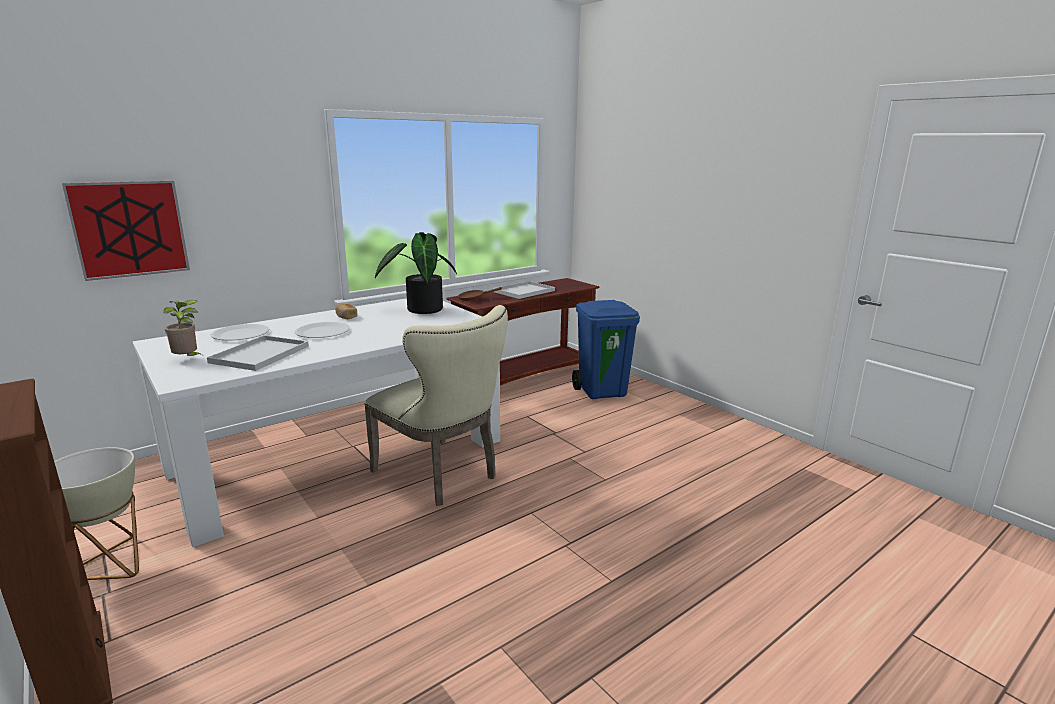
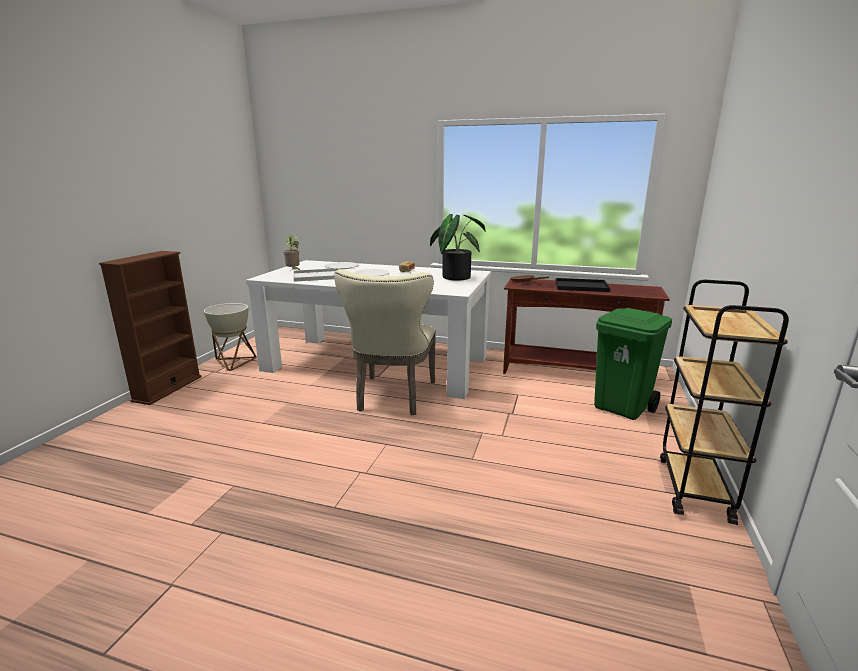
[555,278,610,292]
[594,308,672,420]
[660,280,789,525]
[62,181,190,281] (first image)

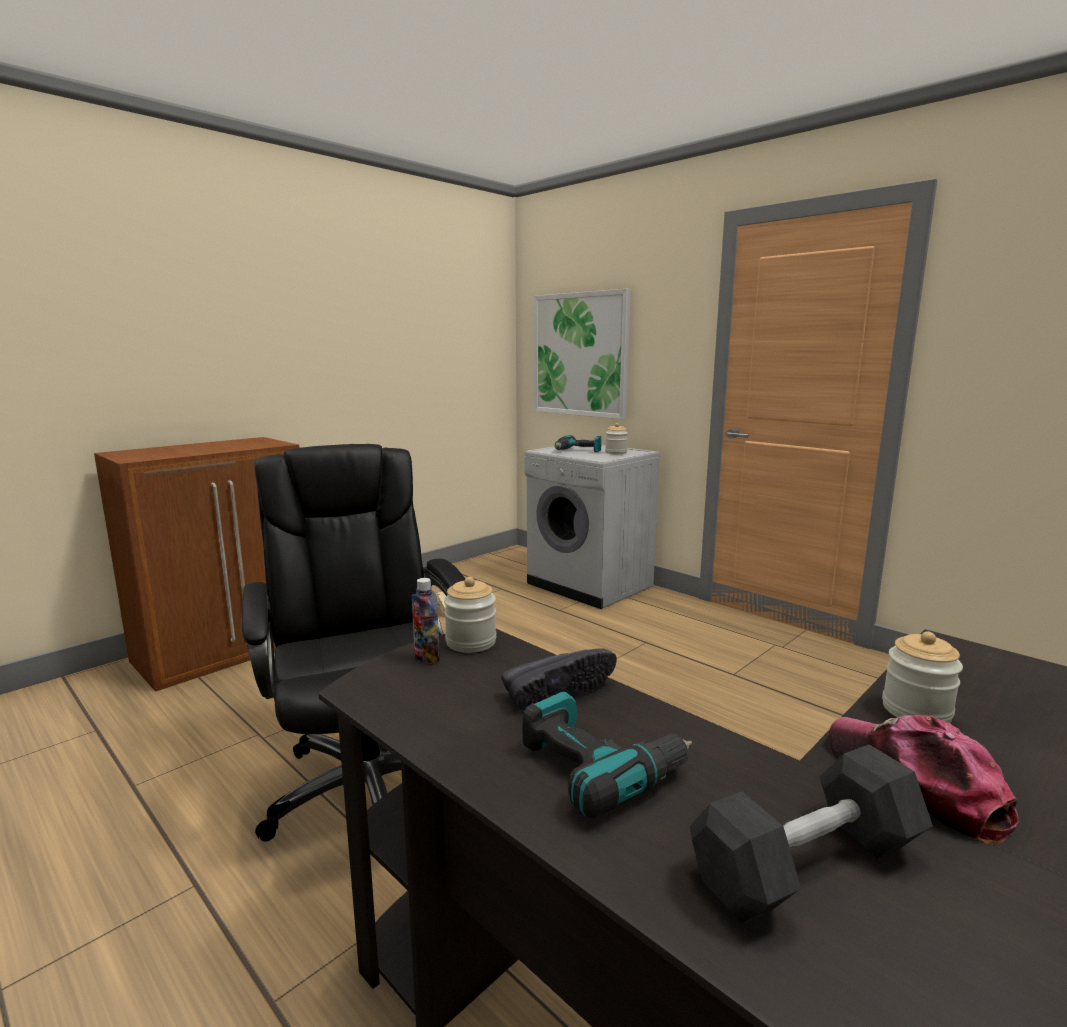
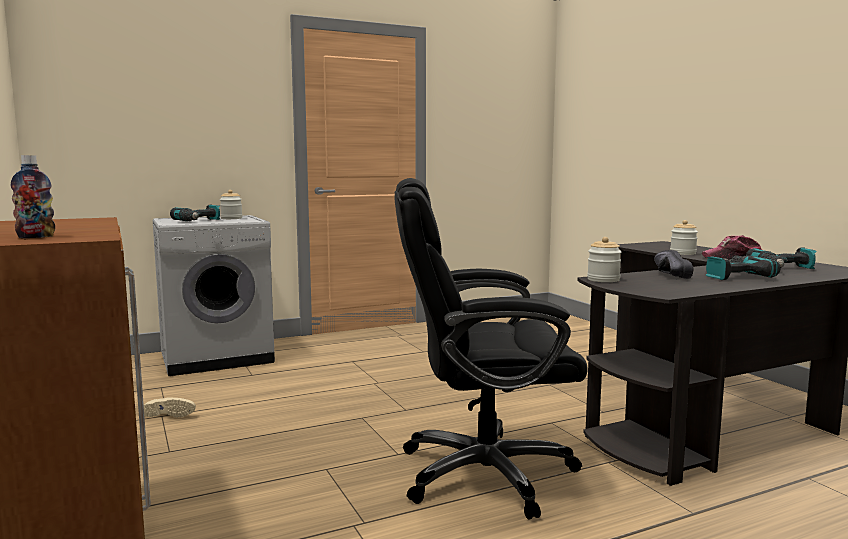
[10,155,55,238]
[746,247,817,269]
[534,289,631,419] (first image)

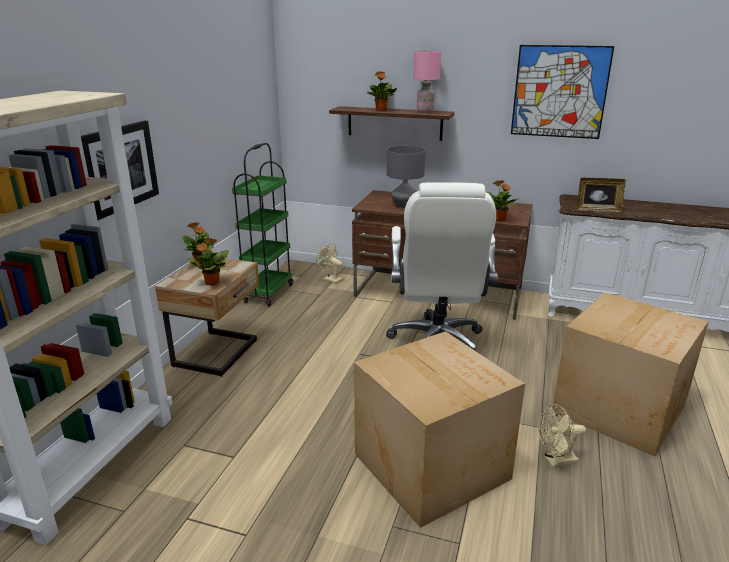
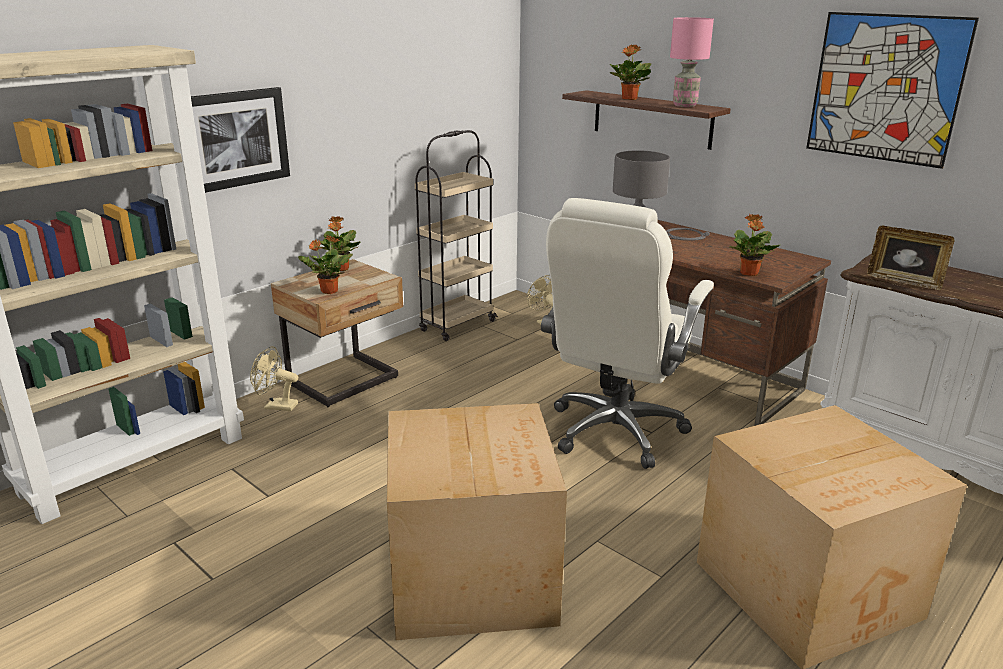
[250,346,298,411]
[415,130,498,341]

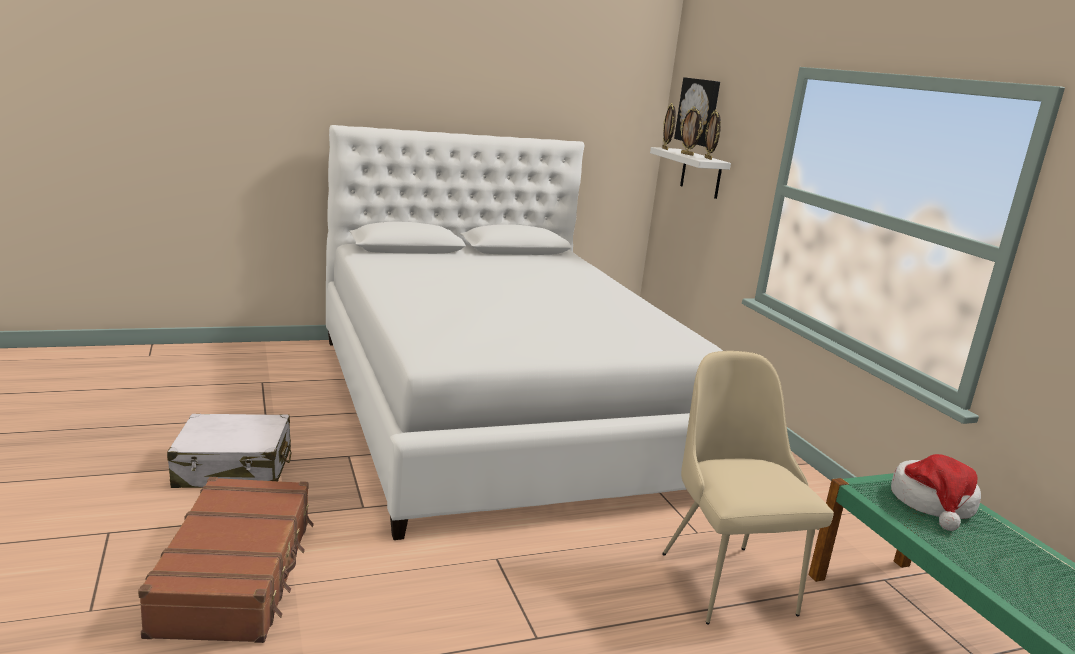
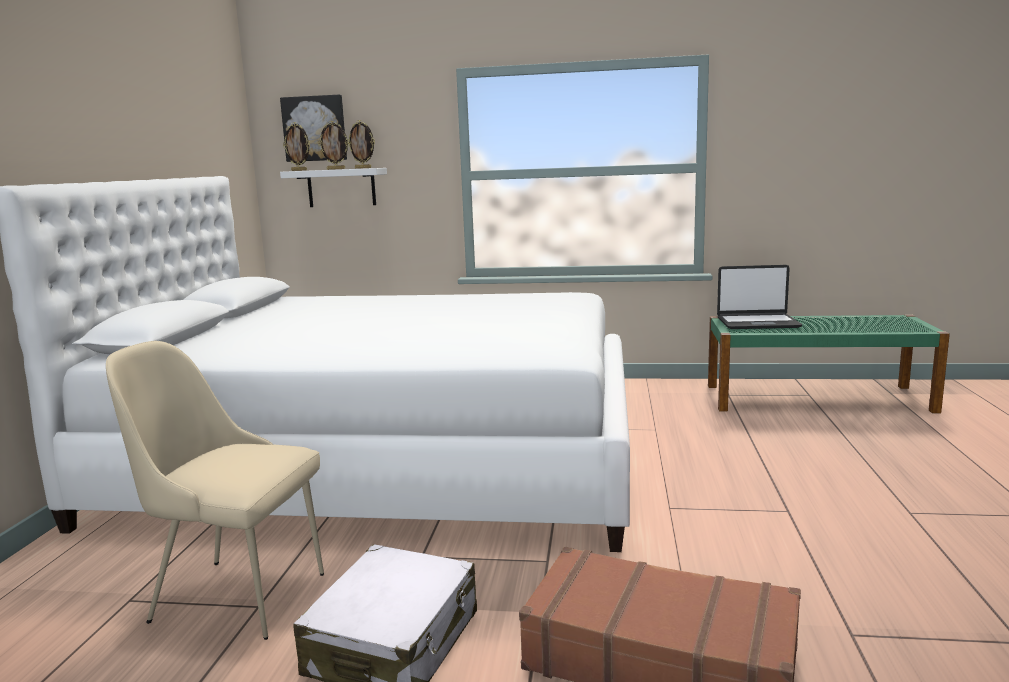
[106,341,324,640]
[717,265,802,329]

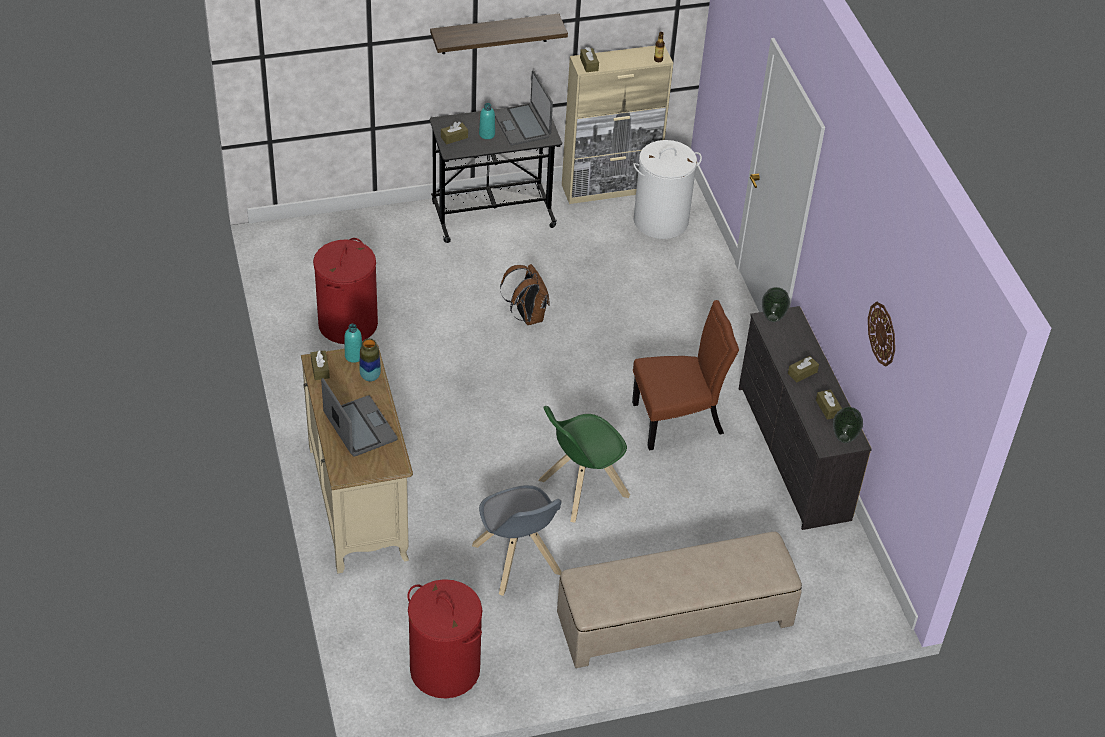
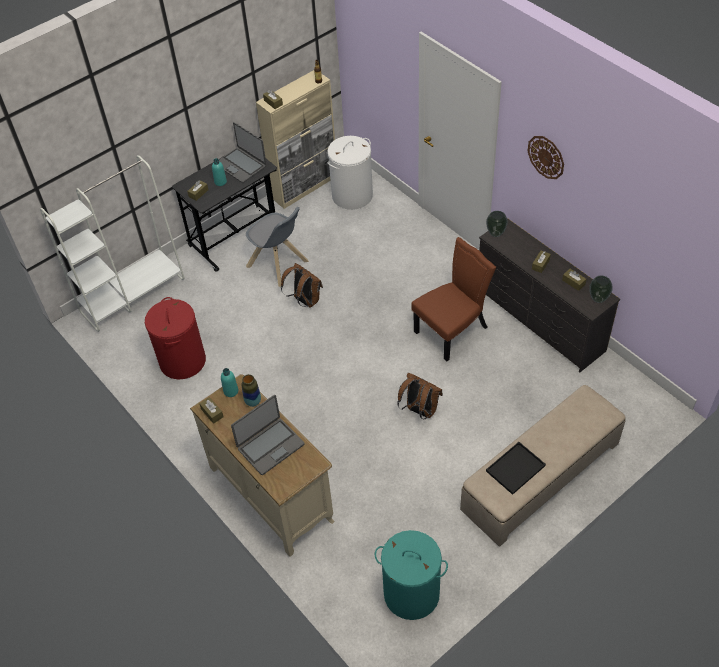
[40,155,185,332]
[231,395,305,475]
[246,207,309,287]
[375,530,448,620]
[397,373,443,419]
[486,442,546,495]
[528,136,564,179]
[430,14,568,54] (first image)

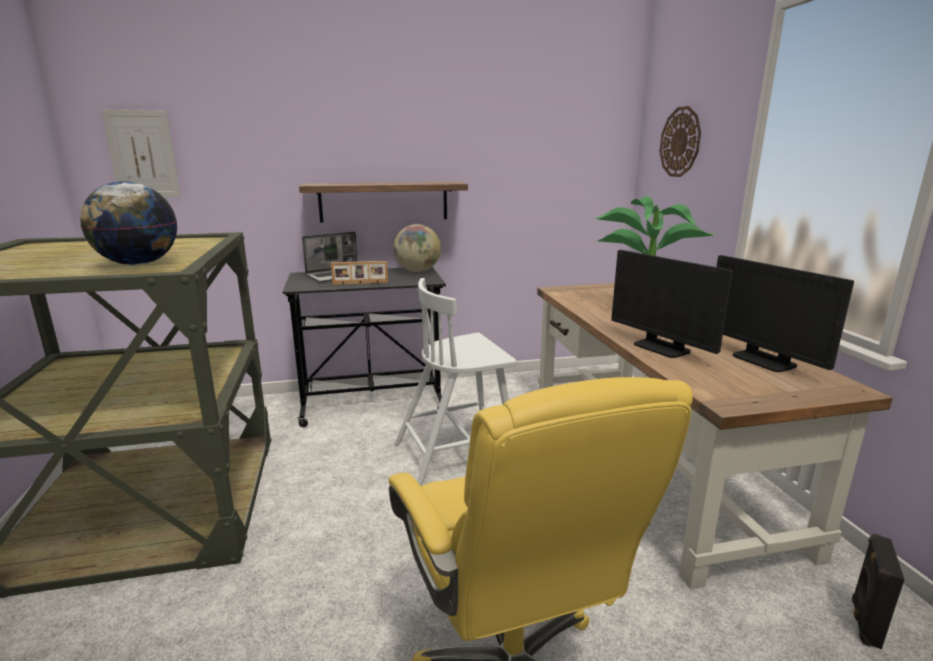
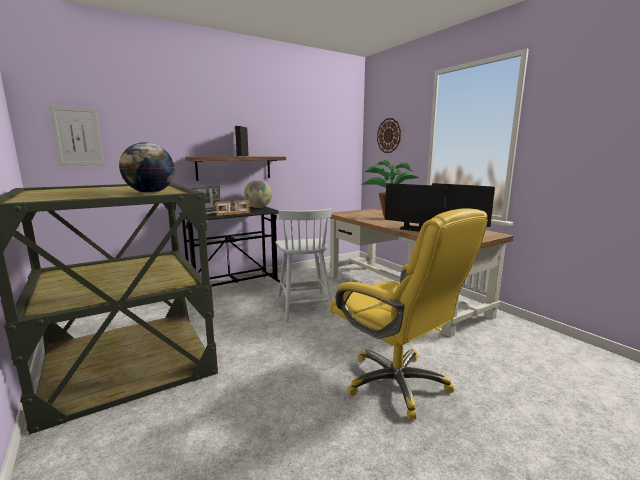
[235,126,249,157]
[276,208,335,321]

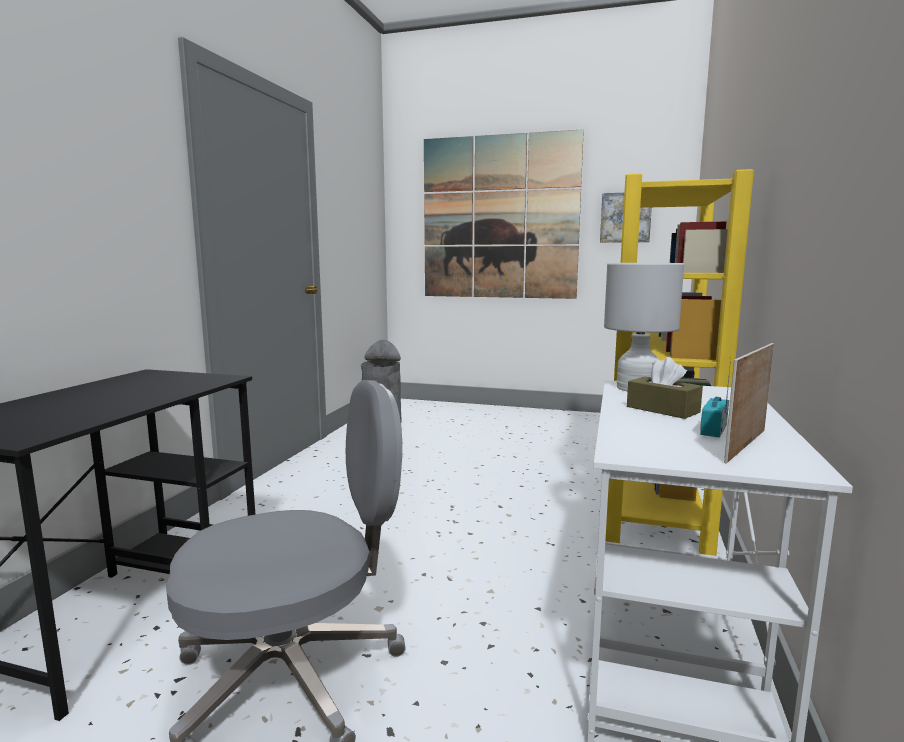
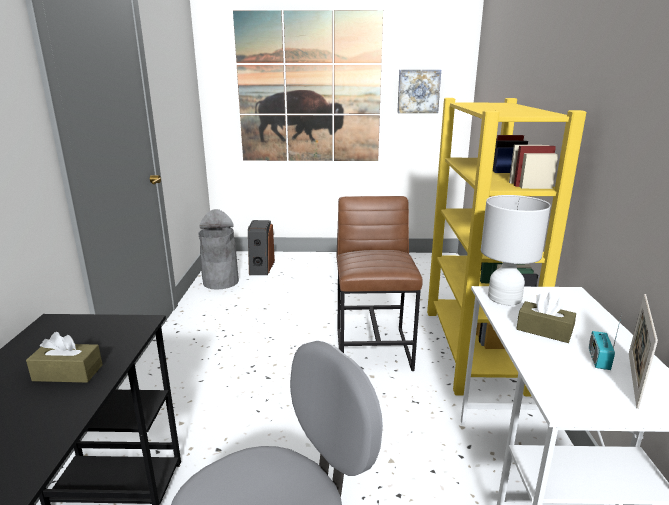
[26,332,103,383]
[248,220,275,275]
[336,196,423,371]

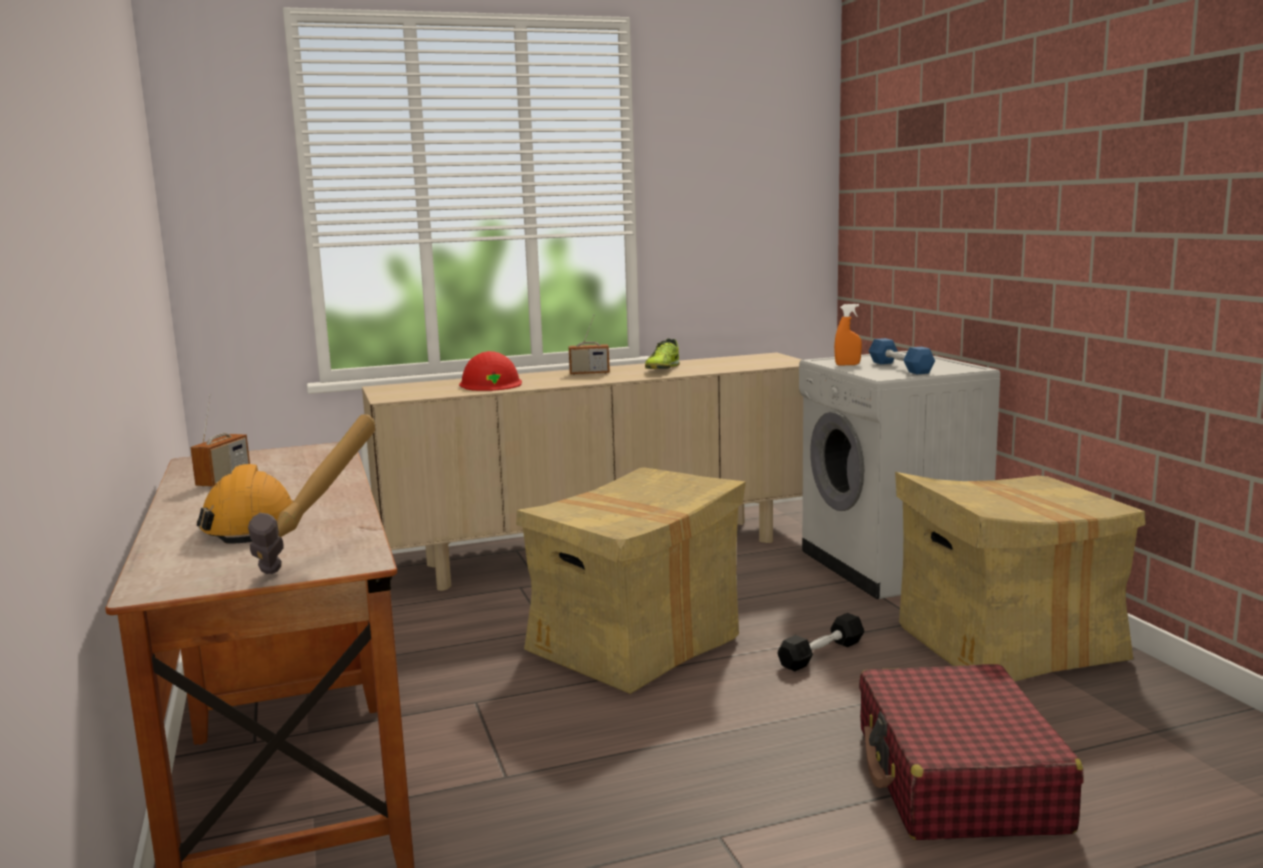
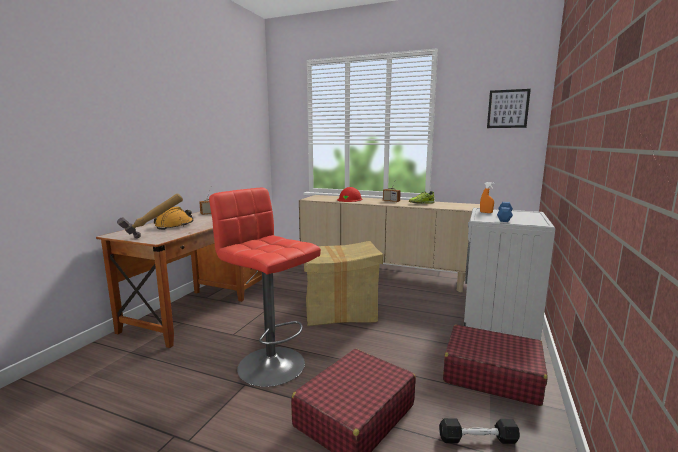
[209,188,321,387]
[439,418,520,444]
[443,325,548,406]
[487,89,531,128]

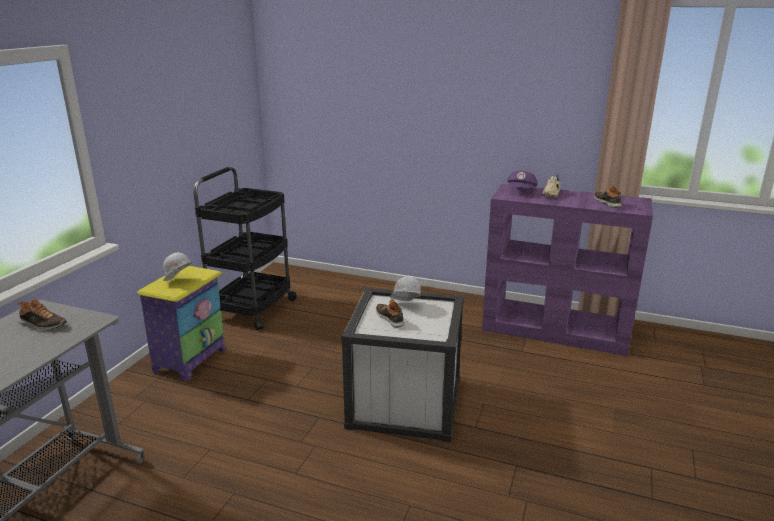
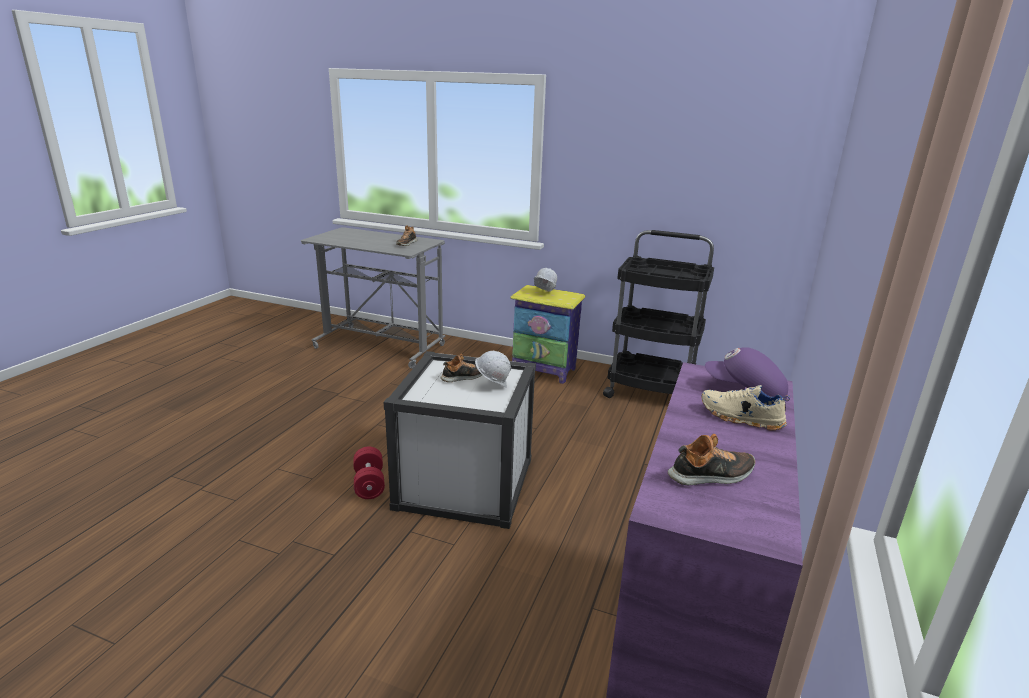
[353,447,385,499]

